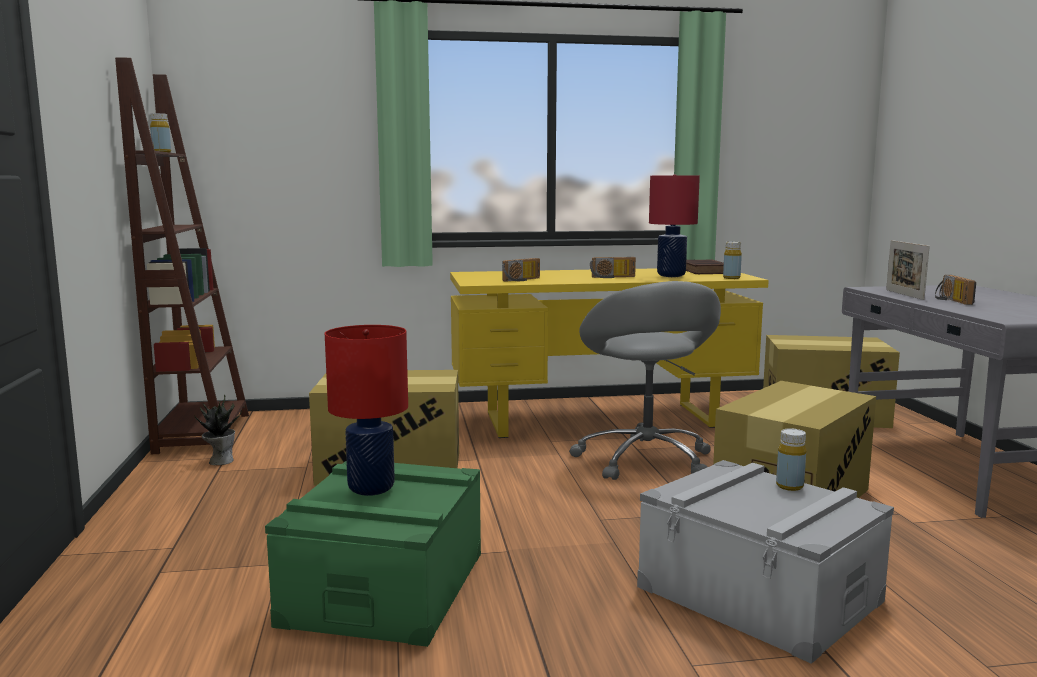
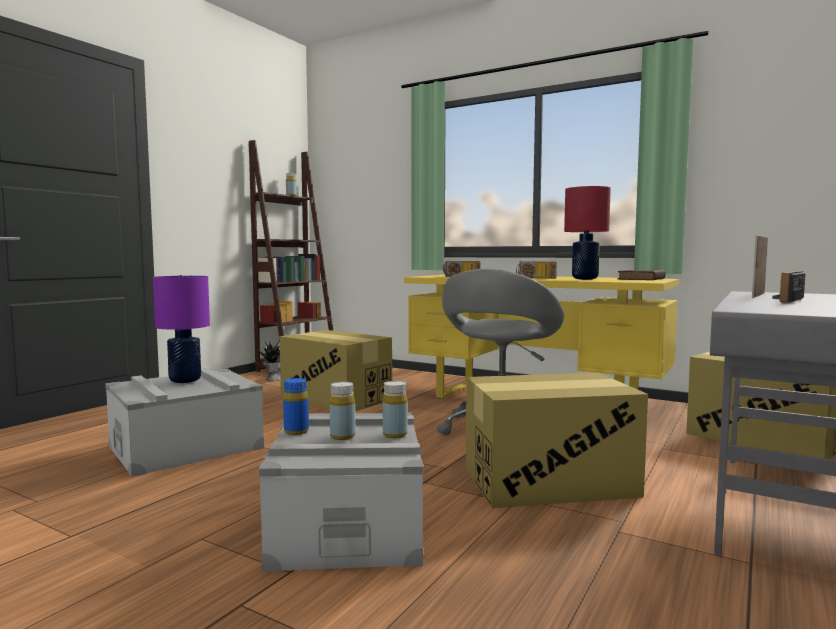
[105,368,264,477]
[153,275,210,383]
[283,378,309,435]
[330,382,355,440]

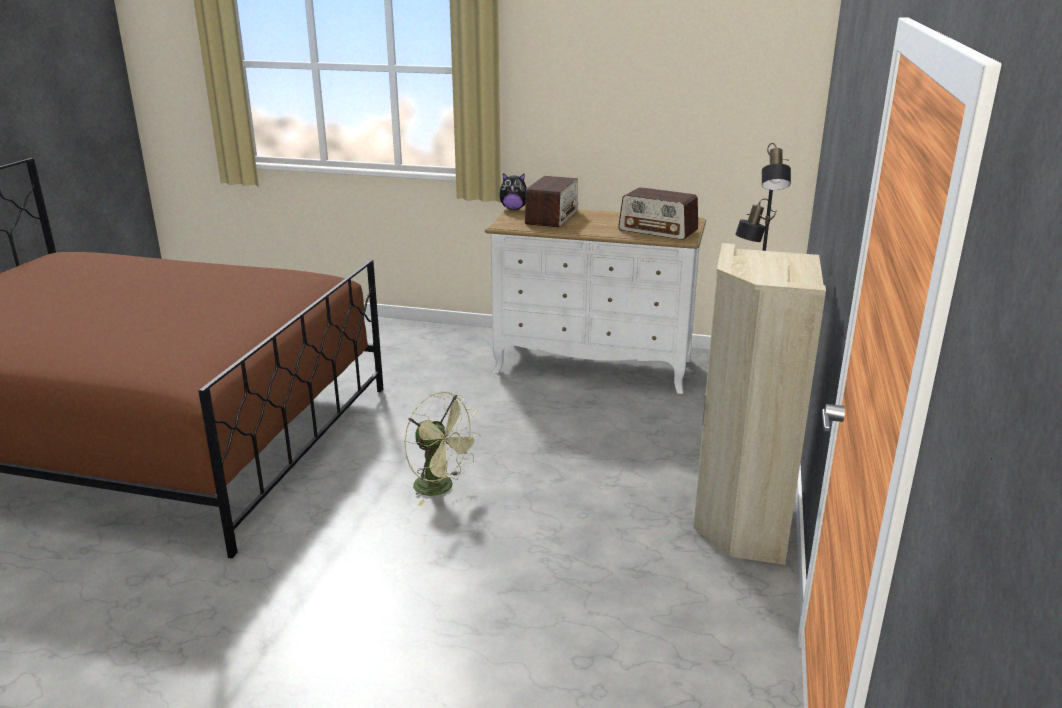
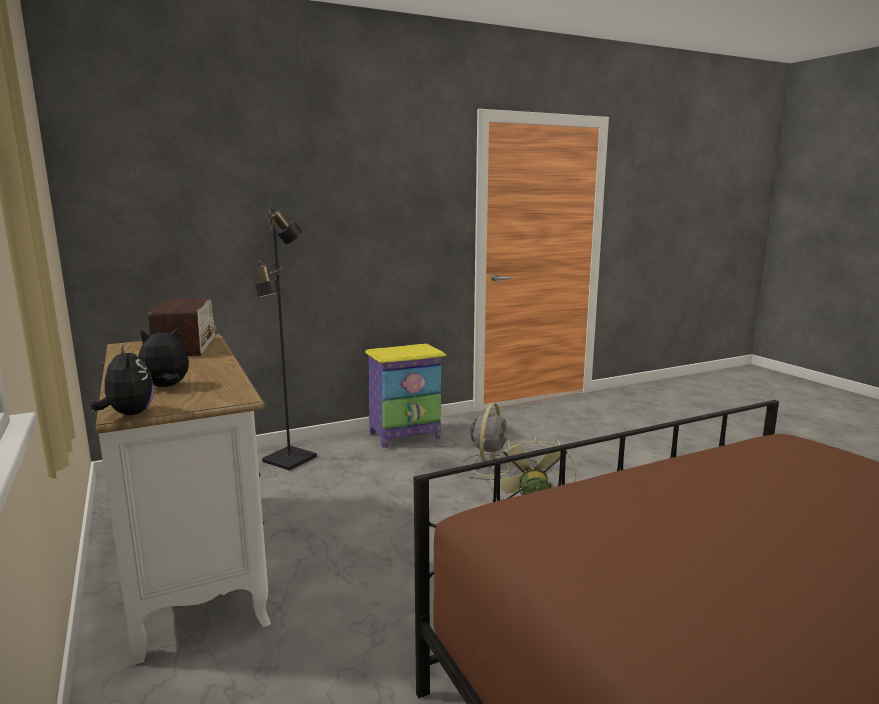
[138,326,189,387]
[365,344,447,448]
[462,403,518,480]

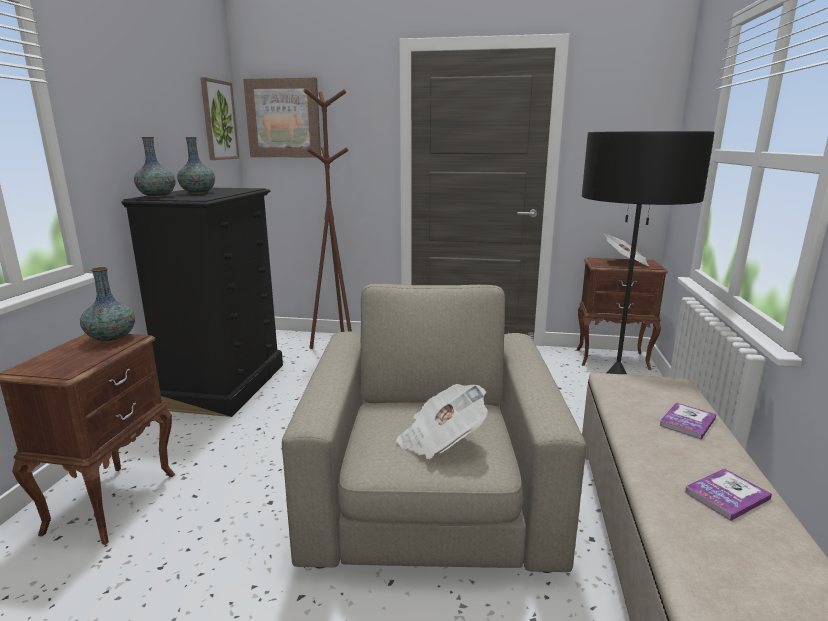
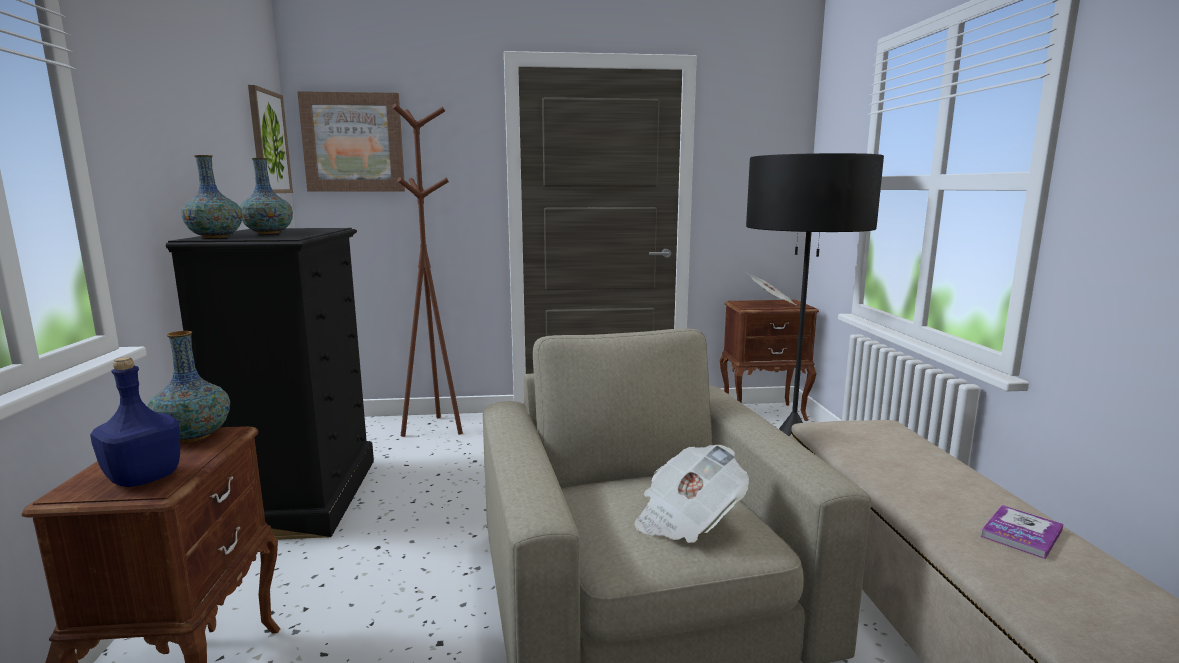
[90,357,180,487]
[659,402,716,440] (first image)

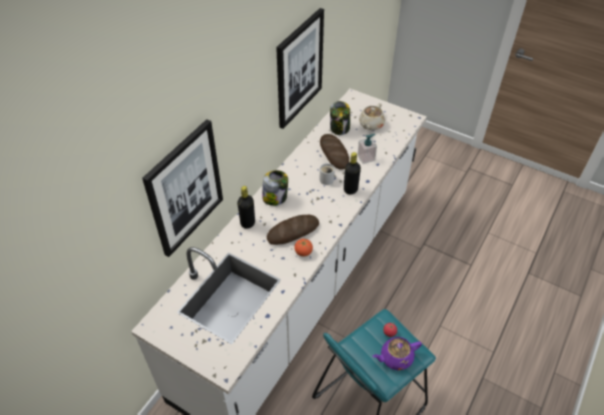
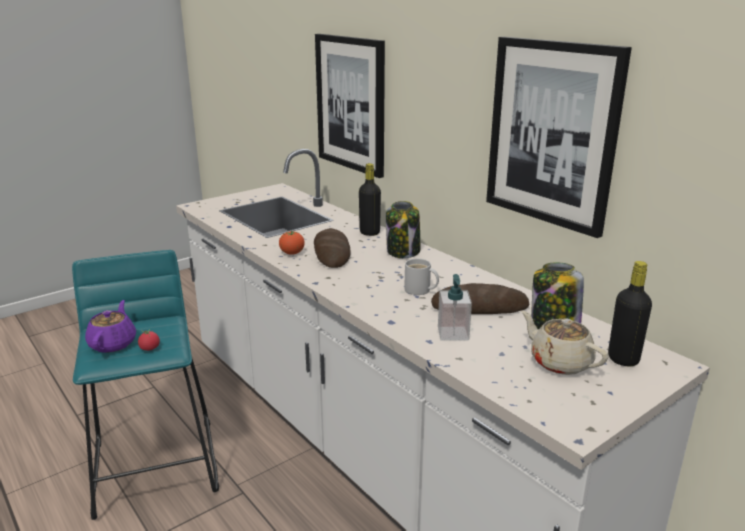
[608,261,652,367]

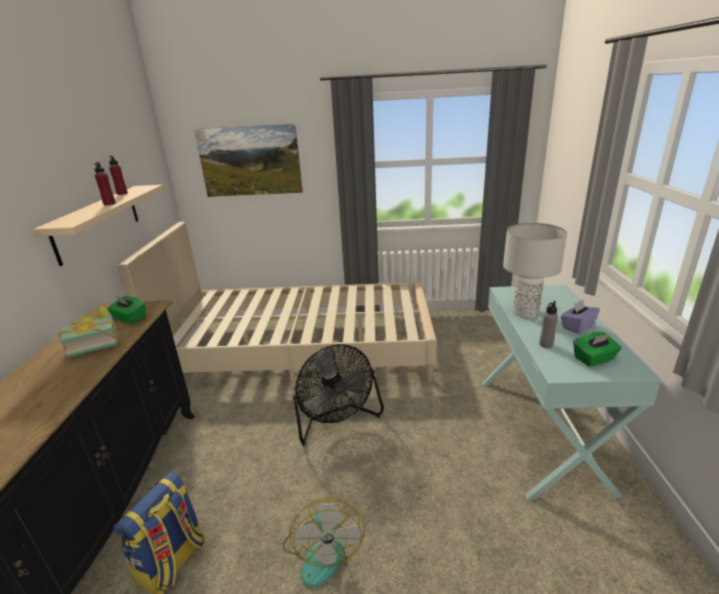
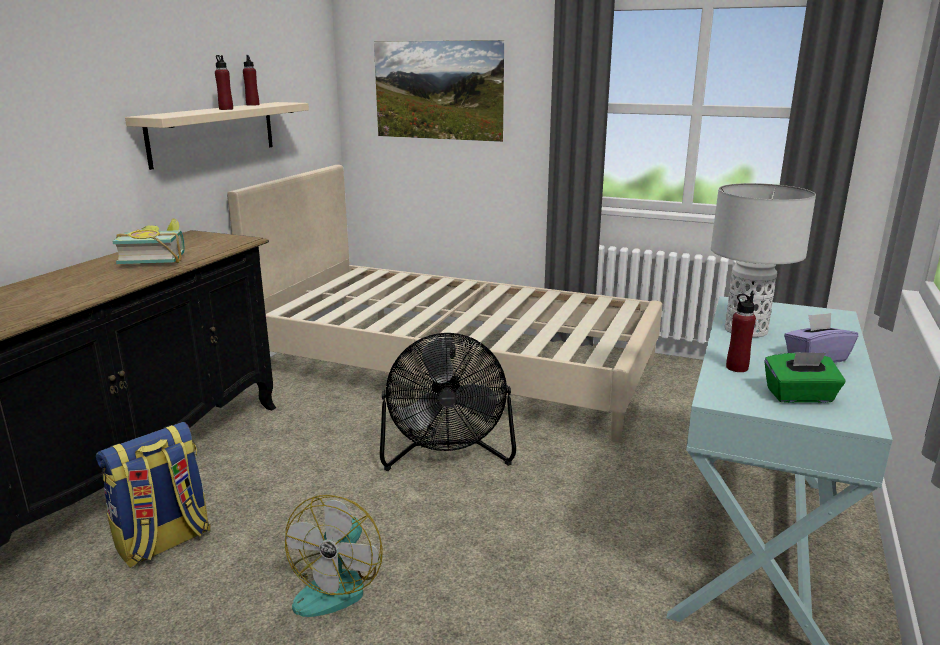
[726,293,756,372]
[107,296,146,324] (first image)

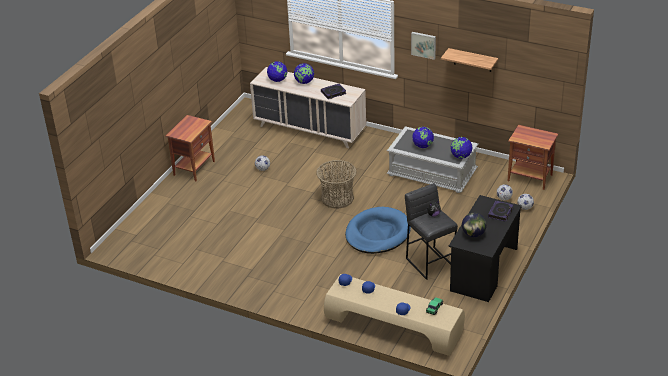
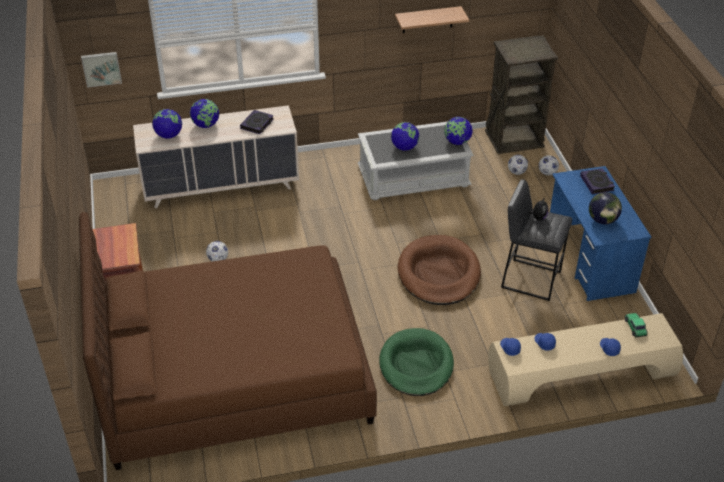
[79,212,377,470]
[81,52,122,88]
[379,328,454,396]
[398,235,481,305]
[485,35,558,154]
[550,166,652,301]
[316,160,356,209] (first image)

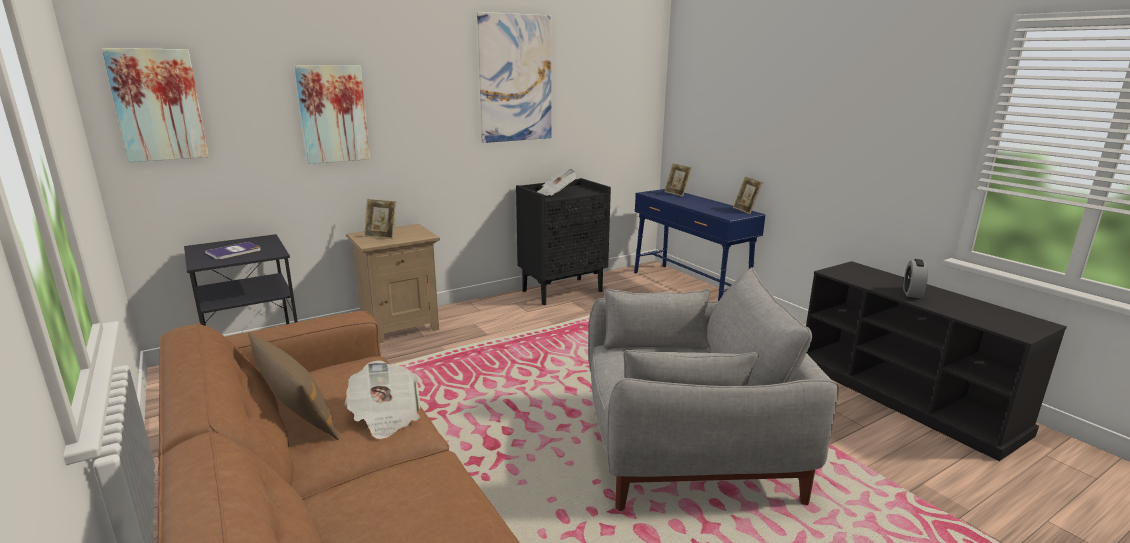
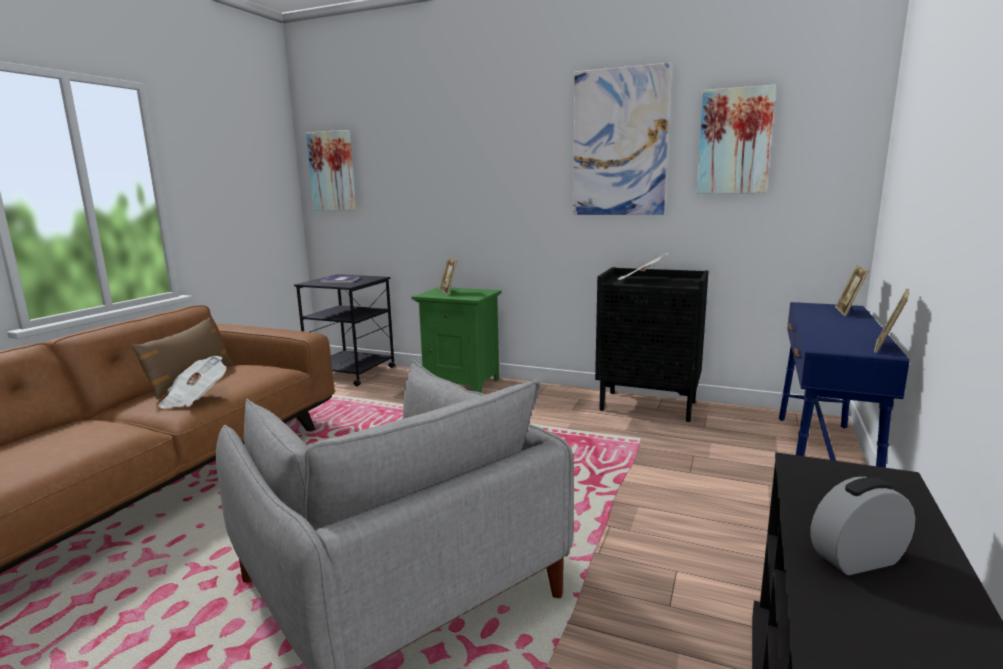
[412,287,502,393]
[696,85,776,194]

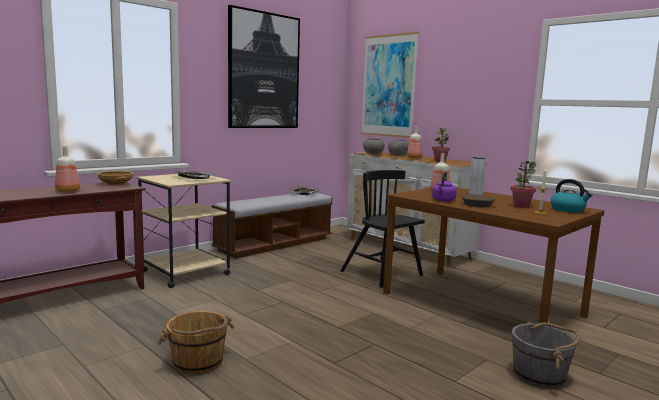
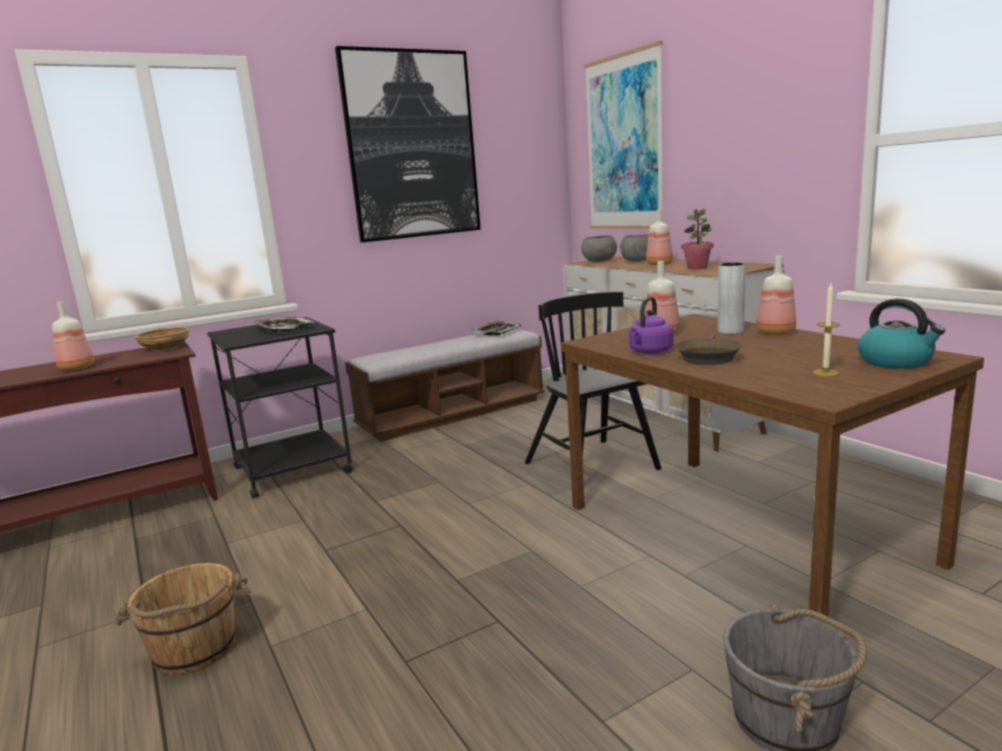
[207,317,354,498]
[756,256,796,335]
[510,161,536,207] (first image)

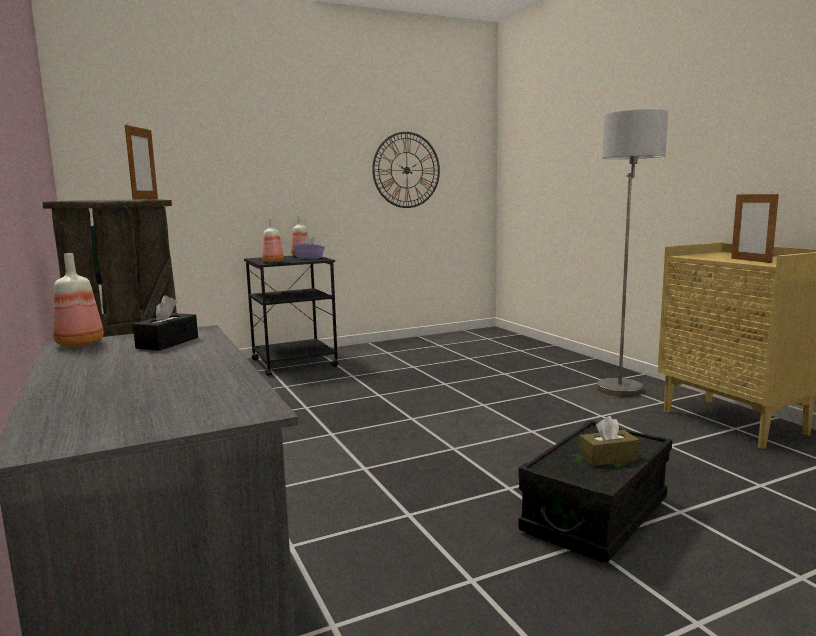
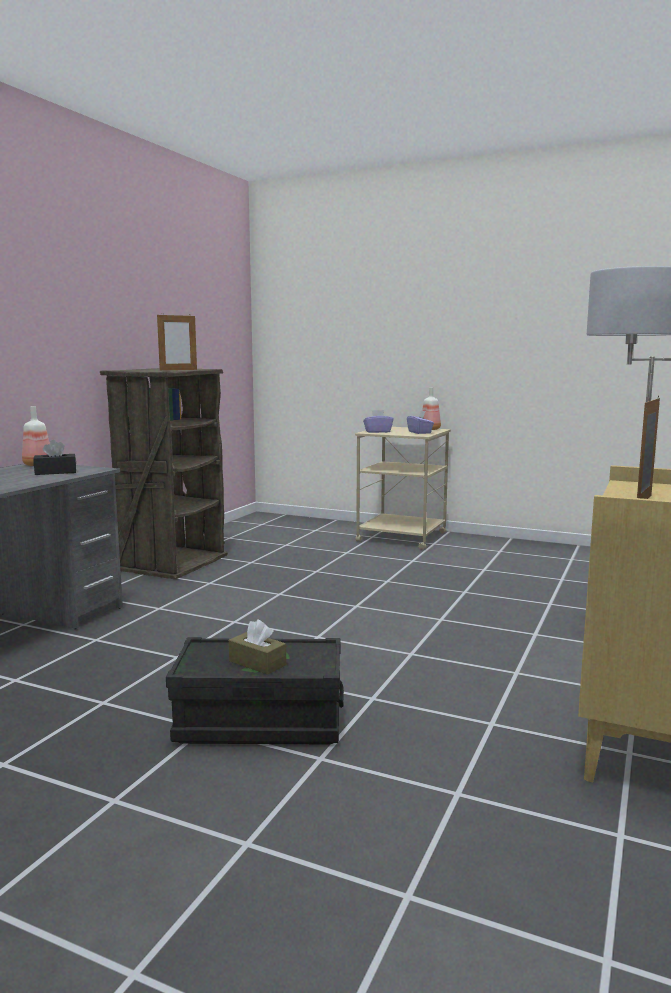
[355,427,451,550]
[363,410,394,433]
[372,132,440,208] (first image)

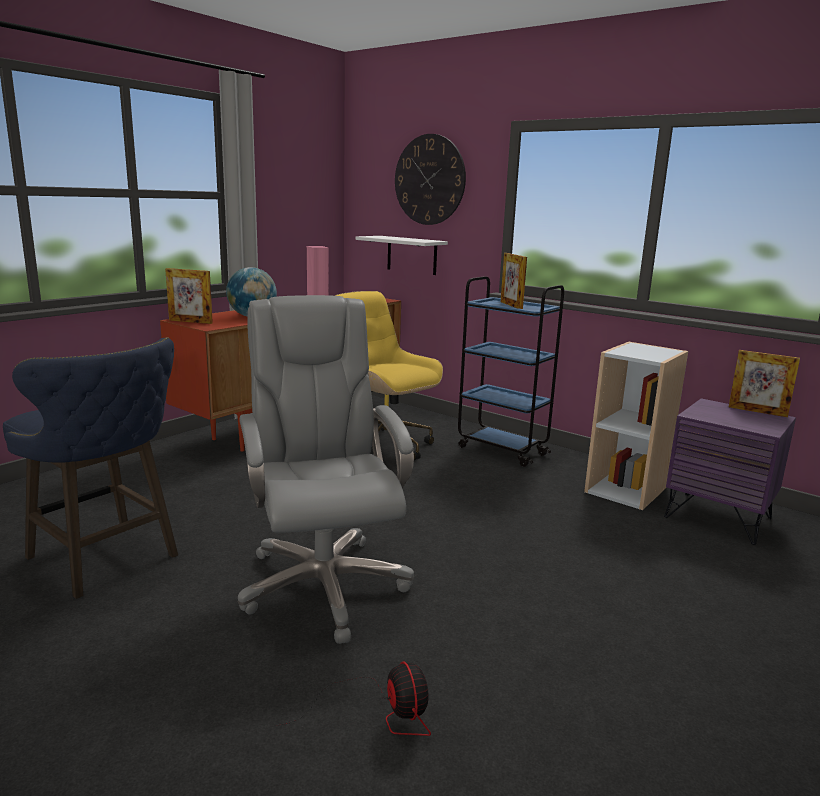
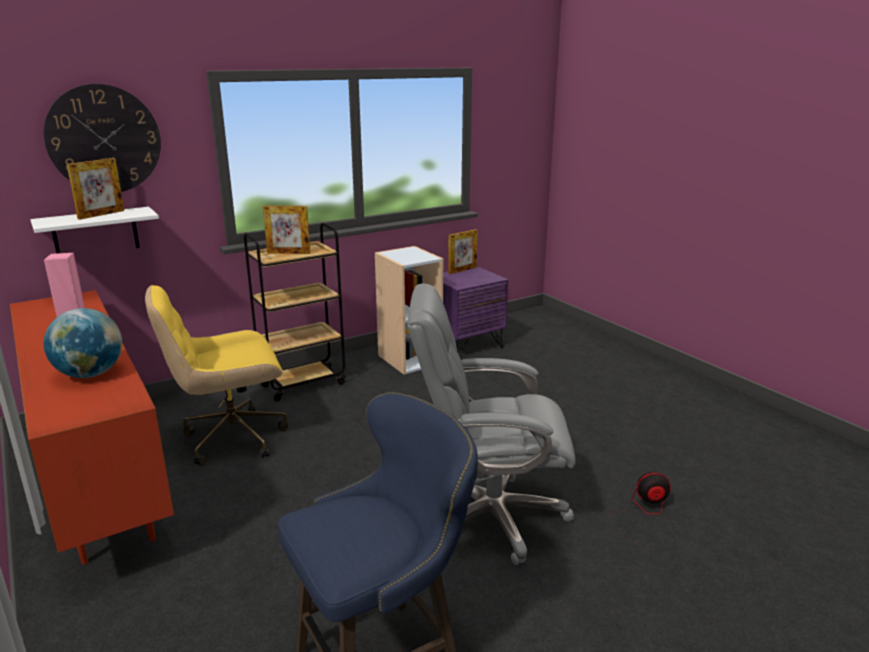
[67,158,124,220]
[244,223,349,402]

